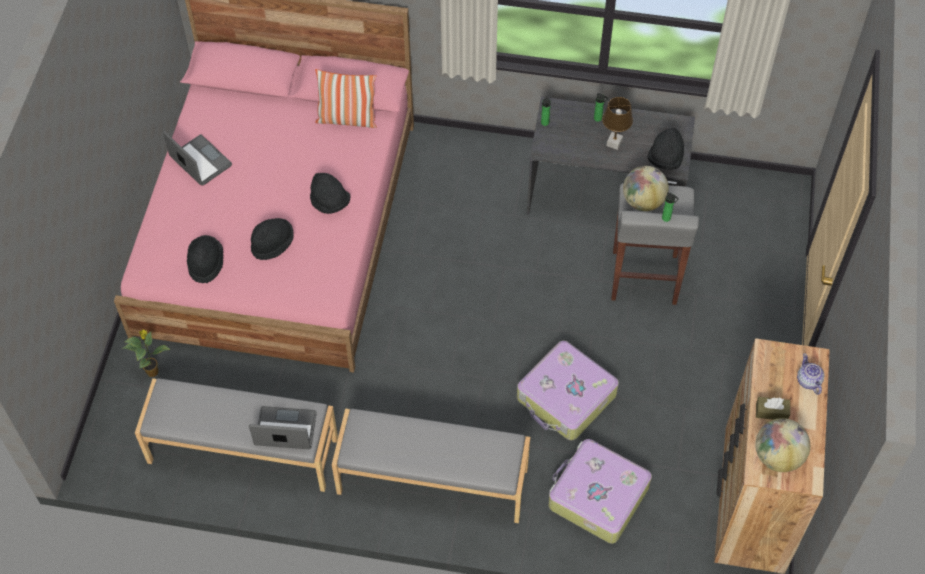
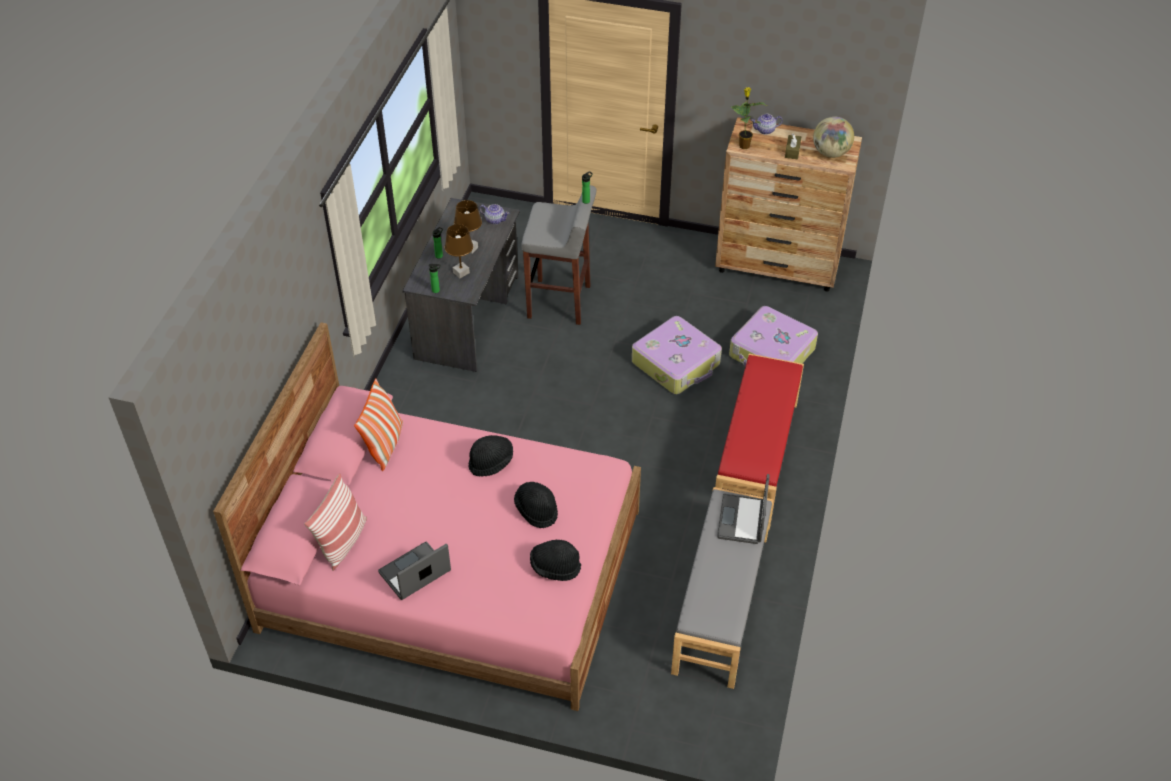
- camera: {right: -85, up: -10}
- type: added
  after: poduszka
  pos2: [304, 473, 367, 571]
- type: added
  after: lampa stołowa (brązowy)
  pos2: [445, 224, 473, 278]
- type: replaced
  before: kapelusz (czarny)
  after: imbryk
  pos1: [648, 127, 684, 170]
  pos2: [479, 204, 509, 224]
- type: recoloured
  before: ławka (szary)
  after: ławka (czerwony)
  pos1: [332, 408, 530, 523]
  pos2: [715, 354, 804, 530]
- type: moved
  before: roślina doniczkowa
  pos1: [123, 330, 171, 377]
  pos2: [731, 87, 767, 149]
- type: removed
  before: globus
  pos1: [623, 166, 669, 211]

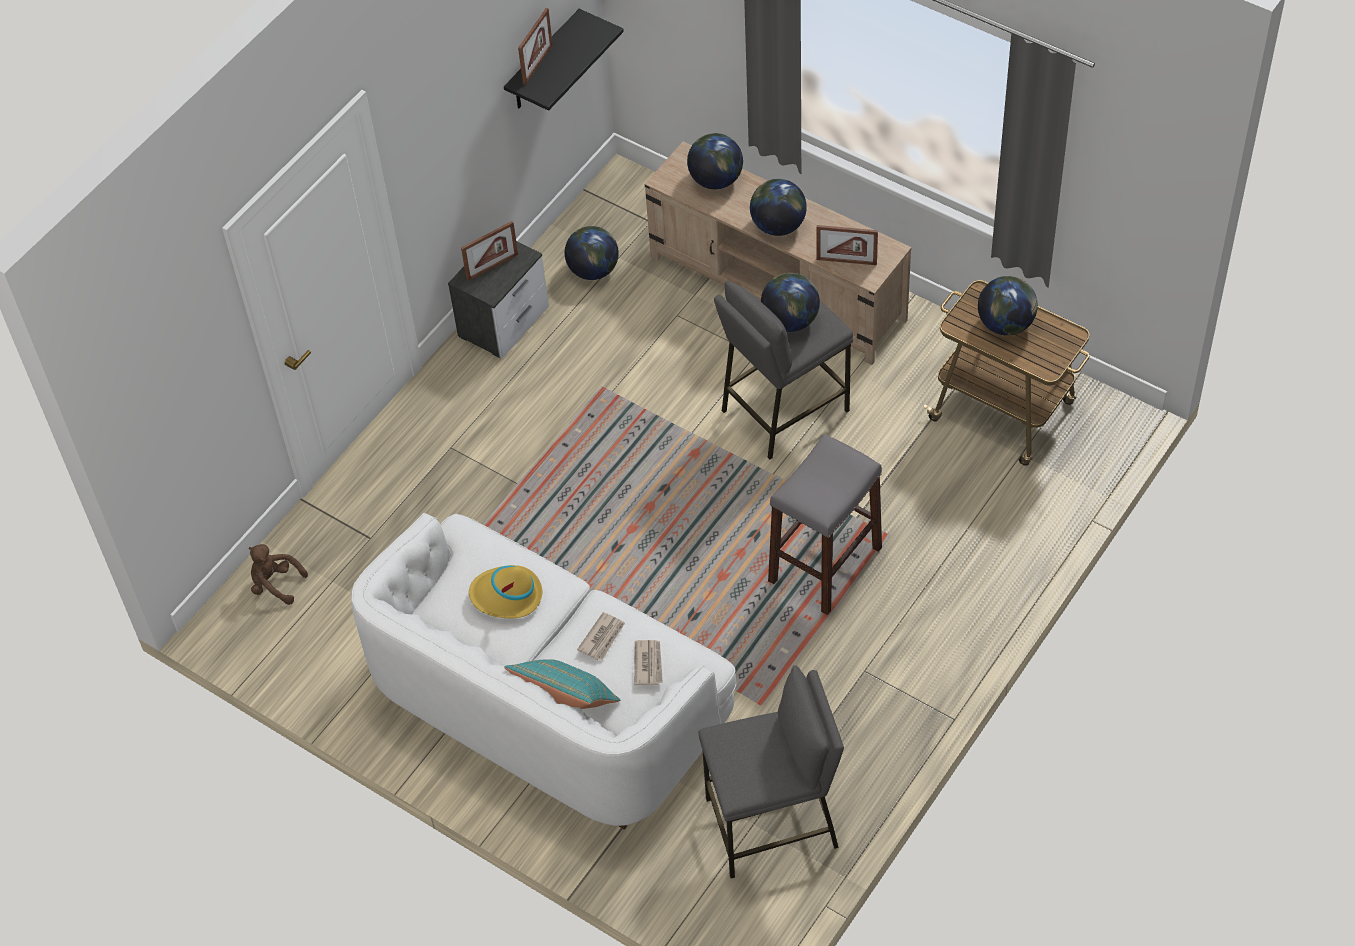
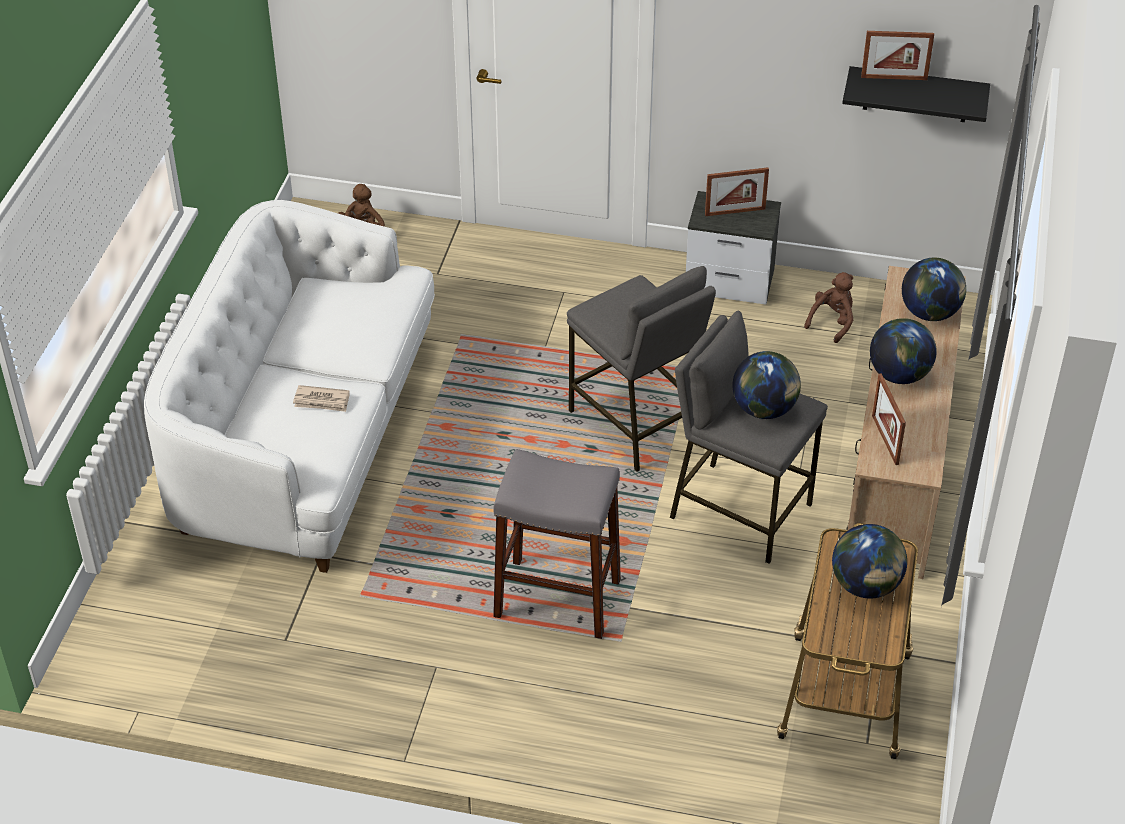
- camera: {right: 65, up: -10}
- type: moved
  before: stołek (szary)
  pos1: [698, 665, 844, 878]
  pos2: [567, 266, 716, 472]
- type: turned
  before: ramka na zdjęcie
  pos1: [461, 221, 518, 281]
  pos2: [705, 167, 769, 216]
  turn: -45
- type: replaced
  before: globus
  after: pluszak (brązowy)
  pos1: [565, 226, 619, 280]
  pos2: [804, 272, 853, 343]
- type: removed
  before: kapelusz (żółty)
  pos1: [469, 565, 542, 618]
- type: removed
  before: poduszka (turkusowy)
  pos1: [504, 659, 621, 709]
- type: removed
  before: gazeta
  pos1: [634, 640, 663, 685]

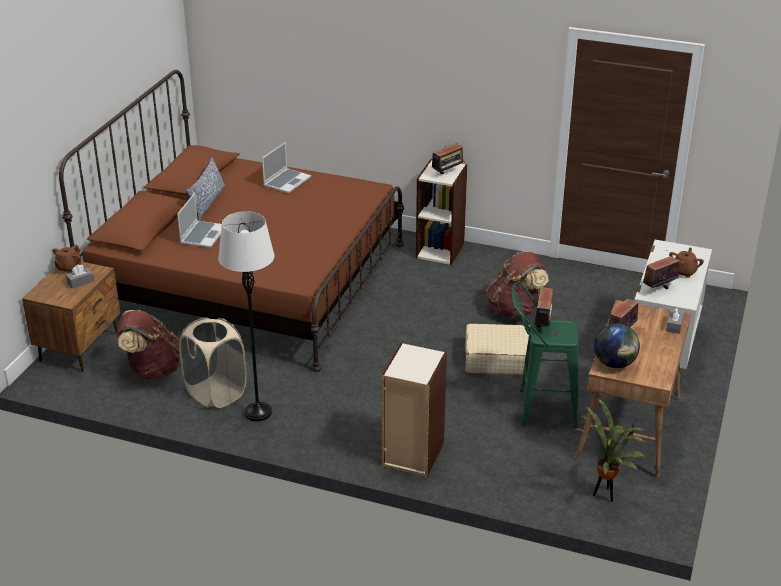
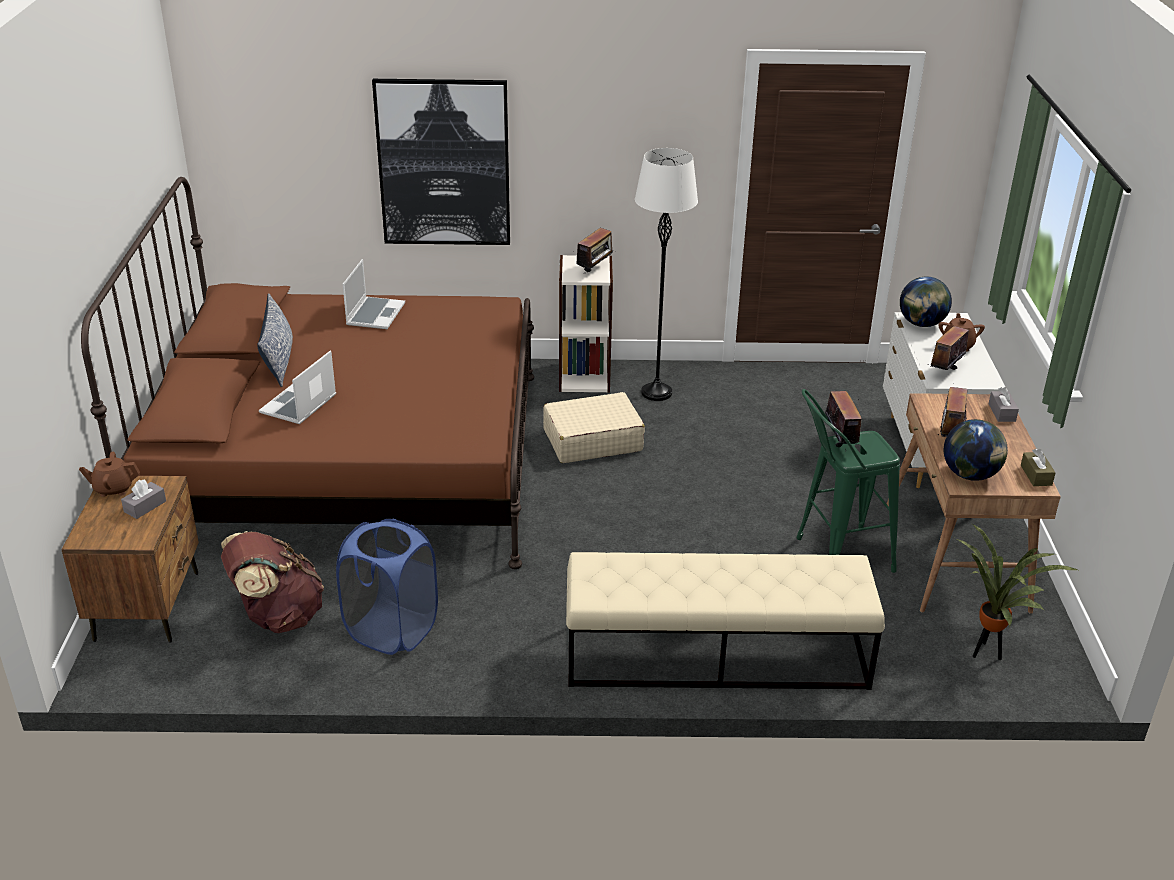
- camera: {right: -20, up: 0}
- type: turned
  before: imbryk (brązowy)
  pos1: [53, 244, 81, 273]
  pos2: [79, 452, 140, 497]
  turn: 75
- type: turned
  before: laptop
  pos1: [177, 193, 222, 248]
  pos2: [259, 350, 336, 424]
  turn: -150
- type: recoloured
  before: kosz na pranie (beżowy)
  after: kosz na pranie (niebieski)
  pos1: [179, 317, 247, 408]
  pos2: [336, 519, 438, 655]
- type: added
  after: obraz
  pos2: [372, 79, 510, 245]
- type: moved
  before: walizka (beżowy)
  pos1: [465, 324, 530, 375]
  pos2: [543, 392, 645, 463]
- type: replaced
  before: regał
  after: ławka (beżowy)
  pos1: [382, 343, 447, 477]
  pos2: [566, 552, 885, 690]
- type: moved
  before: lampa stojąca (biały)
  pos1: [218, 211, 274, 421]
  pos2: [635, 148, 698, 401]
- type: added
  after: globus
  pos2: [900, 276, 952, 327]
- type: added
  after: pudełko chusteczek (brązowy)
  pos2: [1021, 449, 1056, 486]
- type: removed
  before: plecak (brązowy)
  pos1: [486, 251, 549, 318]

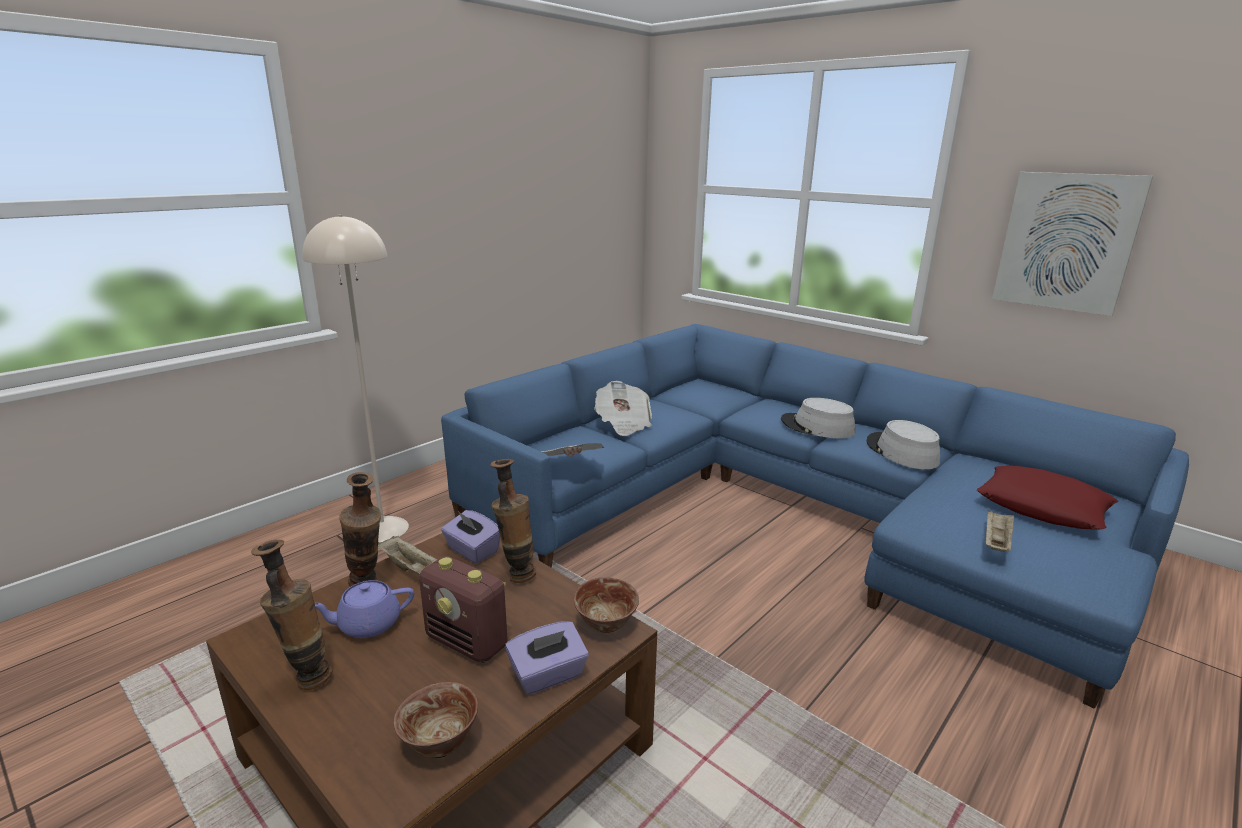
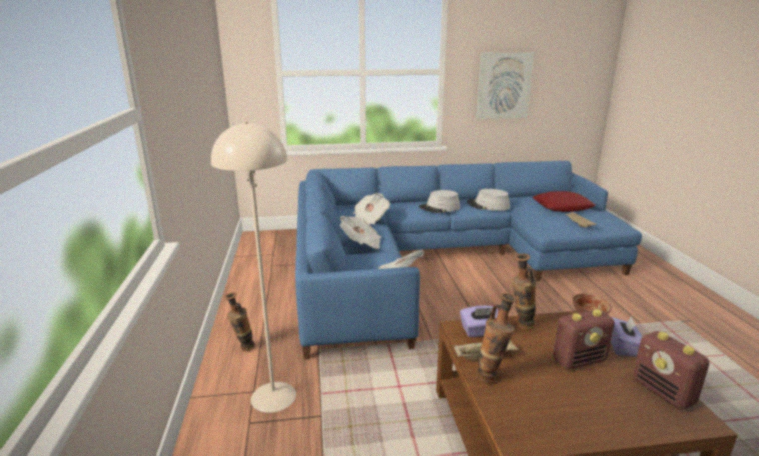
- camera: {right: -50, up: 0}
- type: moved
  before: wazon
  pos1: [251, 540, 333, 690]
  pos2: [225, 292, 255, 351]
- type: added
  after: gazeta
  pos2: [353, 193, 390, 225]
- type: replaced
  before: miska
  after: radio
  pos1: [394, 682, 478, 758]
  pos2: [633, 331, 709, 410]
- type: removed
  before: imbryk (fioletowy)
  pos1: [315, 580, 414, 638]

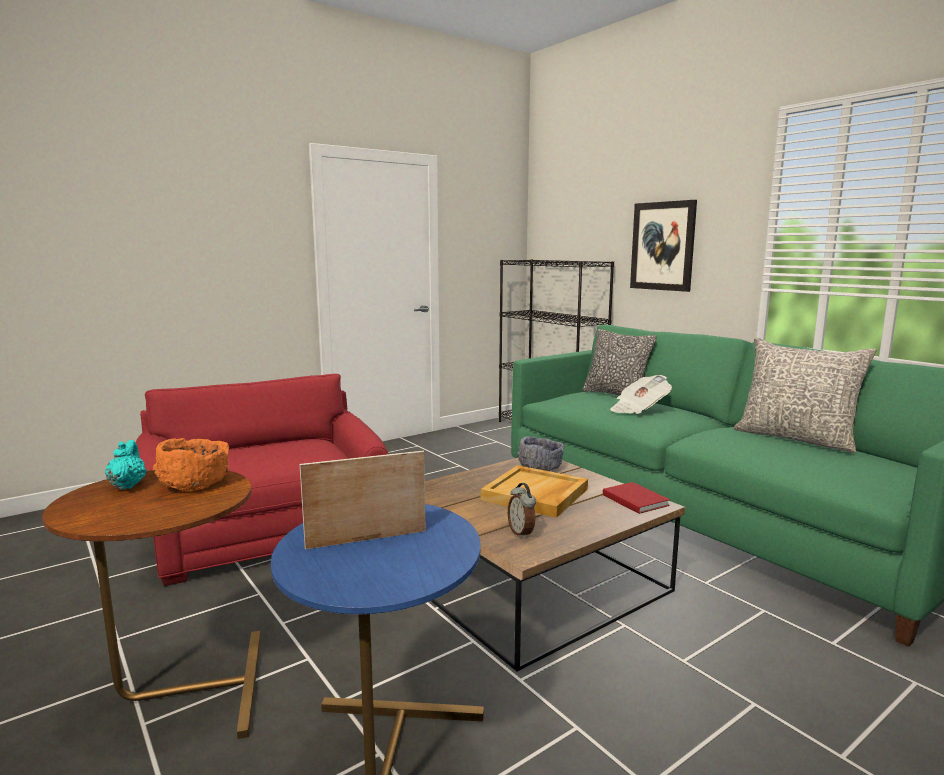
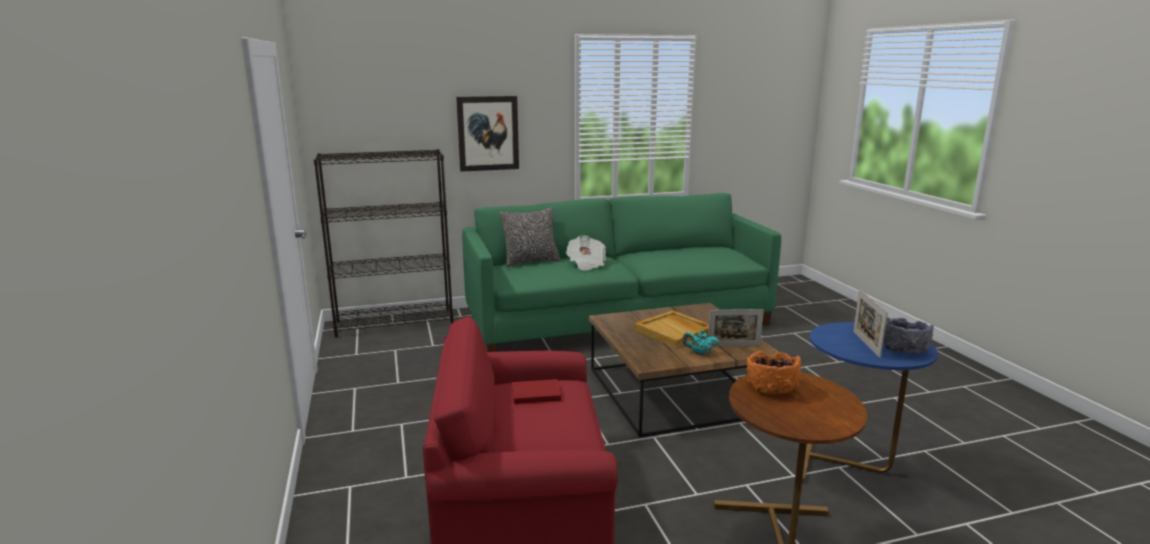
- camera: {right: -70, up: 5}
- type: moved
  before: książka (czerwony)
  pos1: [603, 482, 670, 514]
  pos2: [512, 379, 561, 404]
- type: moved
  before: imbryk (turkusowy)
  pos1: [105, 440, 147, 490]
  pos2: [682, 330, 720, 355]
- type: replaced
  before: budzik
  after: ramka na zdjęcie
  pos1: [508, 483, 536, 539]
  pos2: [708, 309, 764, 346]
- type: moved
  before: miska (szary)
  pos1: [517, 436, 564, 471]
  pos2: [883, 318, 934, 354]
- type: removed
  before: poduszka (szary)
  pos1: [733, 337, 877, 453]

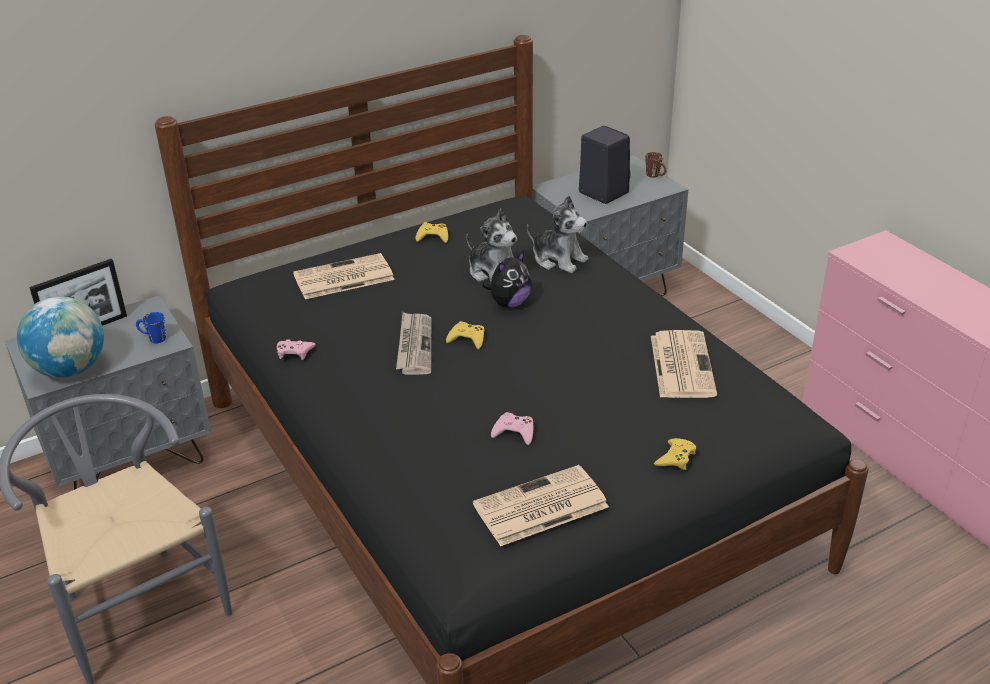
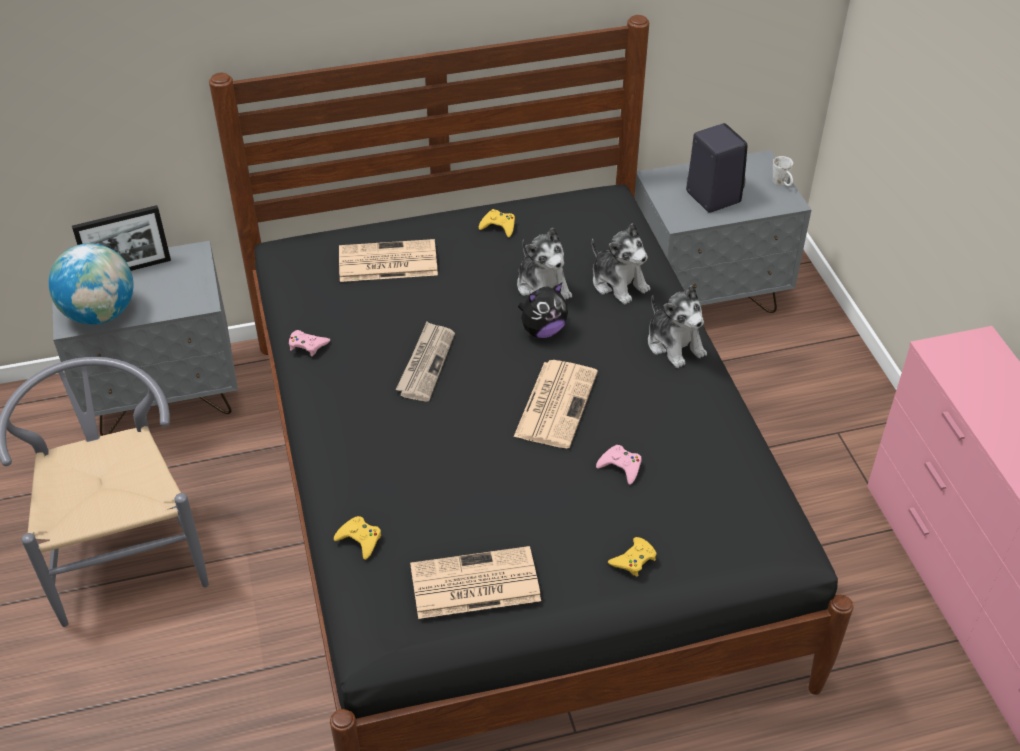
- camera: {right: 15, up: 10}
- type: moved
  before: pad do gier (żółty)
  pos1: [446, 321, 484, 349]
  pos2: [334, 516, 381, 560]
- type: moved
  before: gazeta
  pos1: [651, 330, 717, 398]
  pos2: [514, 360, 598, 448]
- type: moved
  before: pad do gier (różowy)
  pos1: [491, 412, 533, 445]
  pos2: [596, 445, 642, 485]
- type: added
  after: pluszak
  pos2: [648, 285, 707, 368]
- type: recoloured
  before: kubek (brązowy)
  after: kubek (biały)
  pos1: [645, 152, 666, 177]
  pos2: [772, 156, 793, 186]
- type: removed
  before: kubek (niebieski)
  pos1: [136, 312, 166, 344]

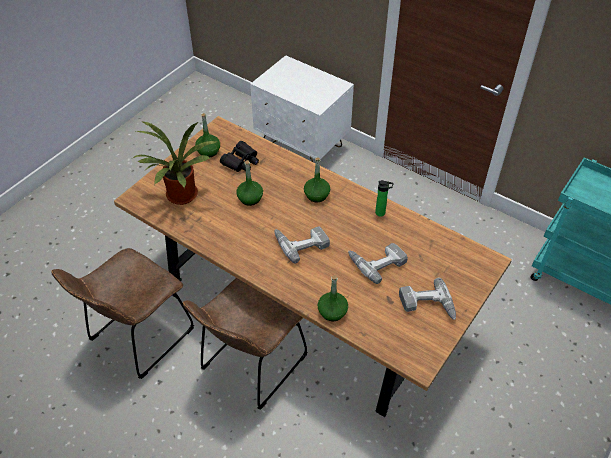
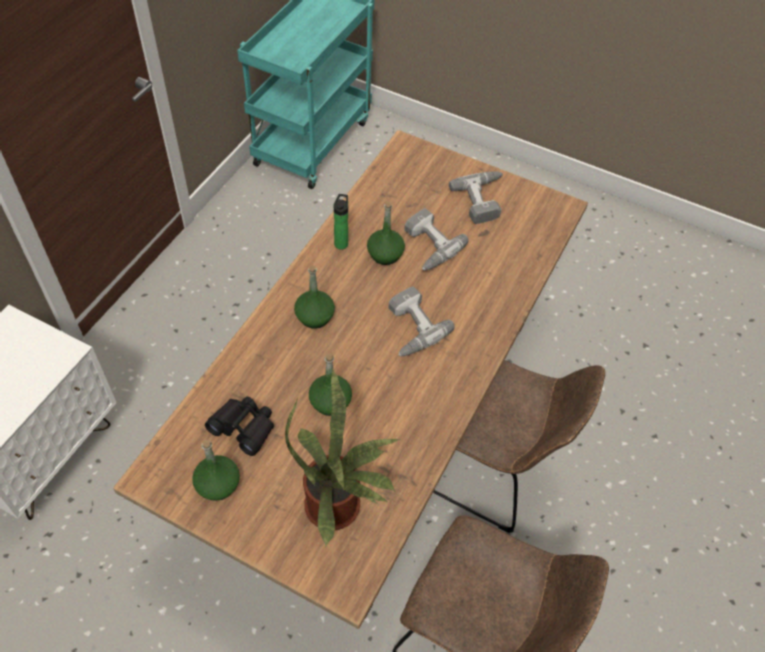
- camera: {right: -100, up: 5}
- type: moved
  before: butelka (zielony)
  pos1: [318, 275, 348, 321]
  pos2: [367, 202, 405, 265]

